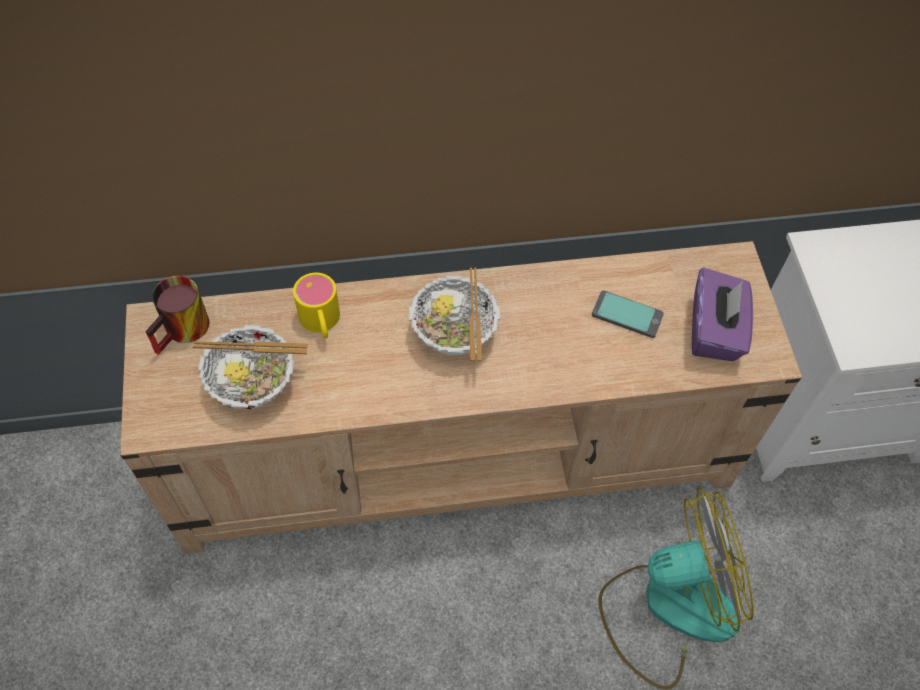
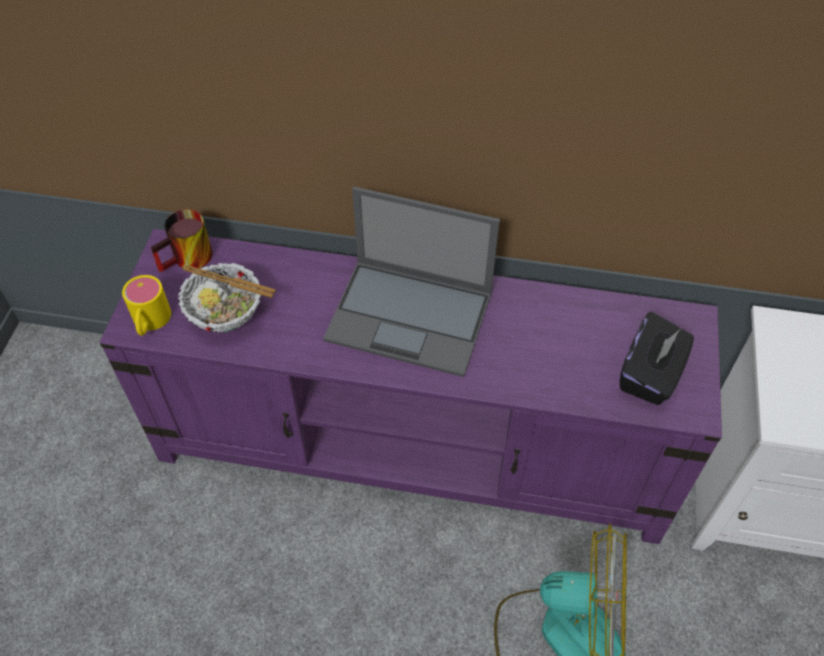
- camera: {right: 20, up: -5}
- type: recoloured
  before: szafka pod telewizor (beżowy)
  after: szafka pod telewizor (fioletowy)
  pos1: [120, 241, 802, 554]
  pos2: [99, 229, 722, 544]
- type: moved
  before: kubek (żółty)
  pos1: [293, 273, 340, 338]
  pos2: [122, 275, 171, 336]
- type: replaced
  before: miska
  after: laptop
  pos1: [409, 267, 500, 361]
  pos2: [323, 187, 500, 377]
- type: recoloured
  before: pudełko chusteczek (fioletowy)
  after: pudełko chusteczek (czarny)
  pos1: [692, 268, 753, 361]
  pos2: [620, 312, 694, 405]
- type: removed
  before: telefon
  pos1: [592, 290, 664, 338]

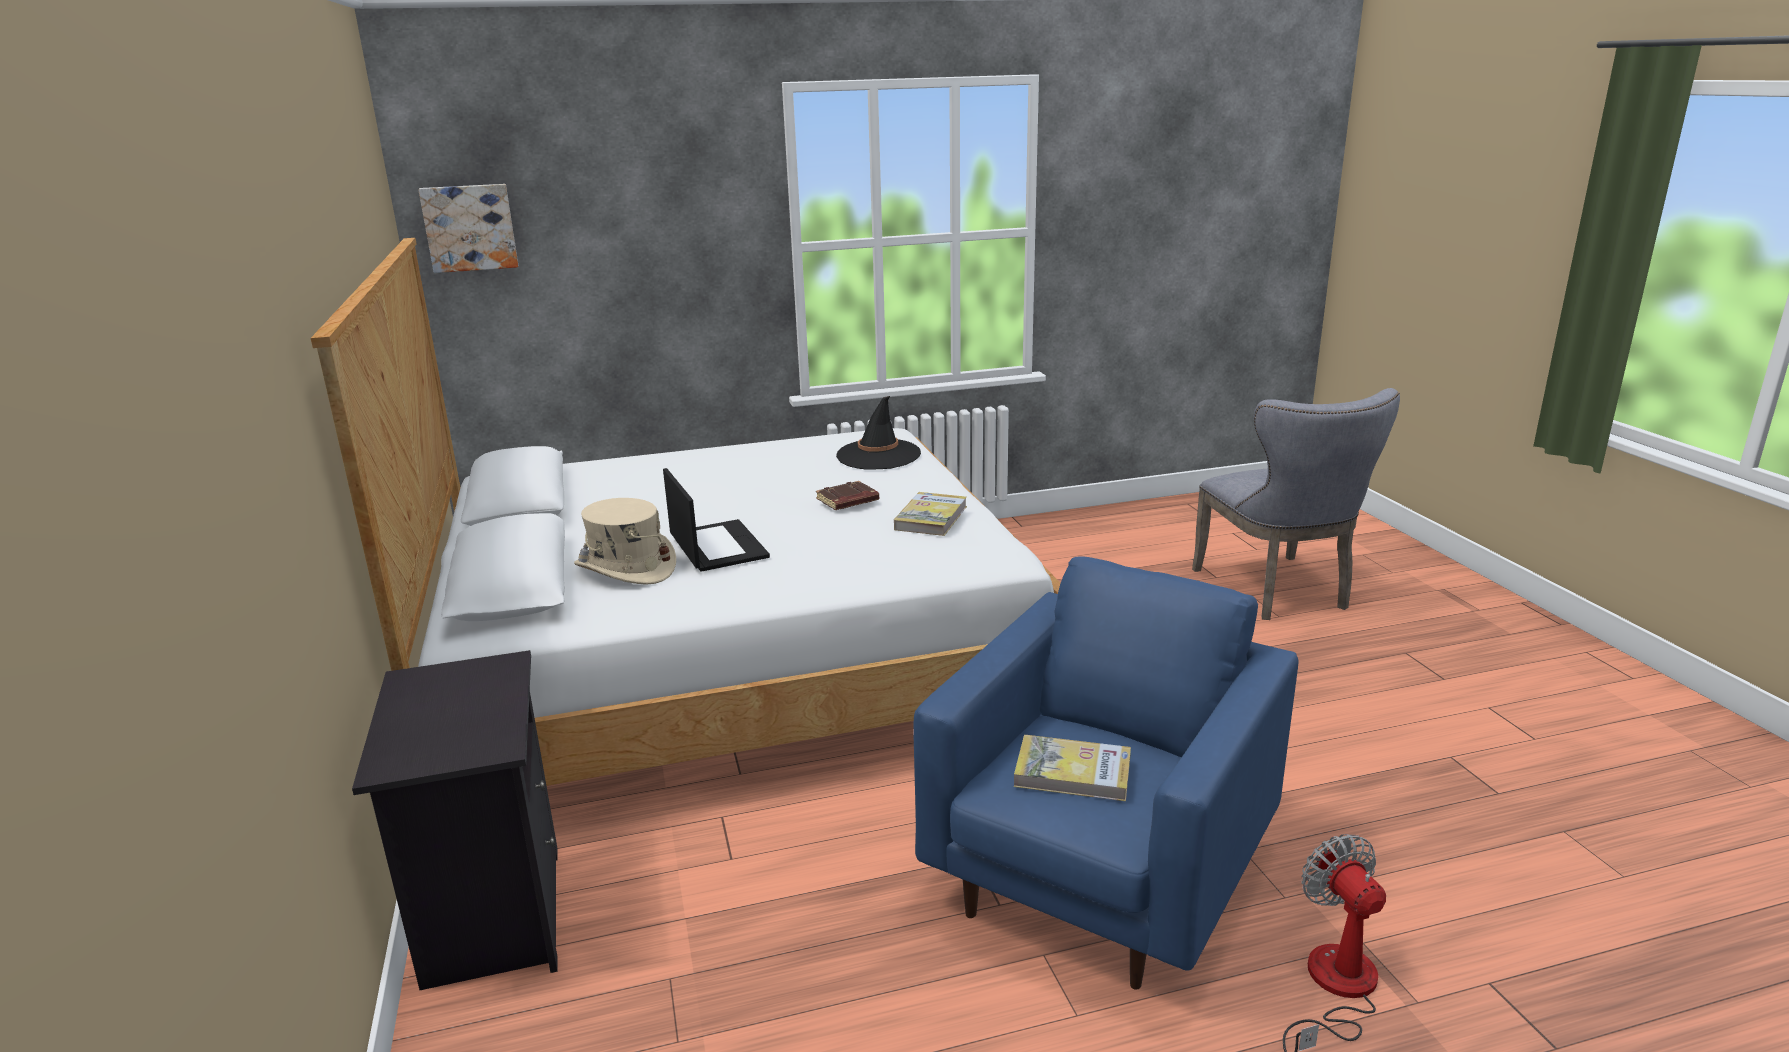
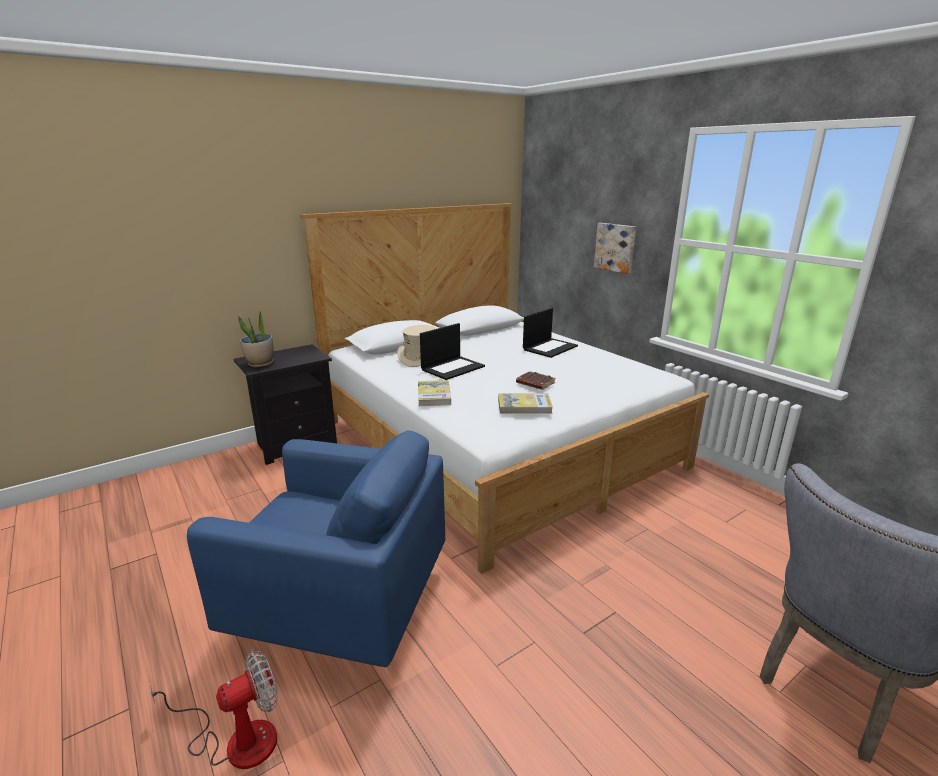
- camera: {right: 70, up: 0}
- type: added
  after: roślina doniczkowa
  pos2: [238, 312, 274, 367]
- type: moved
  before: książka
  pos1: [1014, 735, 1131, 801]
  pos2: [418, 380, 451, 406]
- type: added
  after: laptop
  pos2: [523, 308, 578, 358]
- type: moved
  before: obraz
  pos1: [418, 184, 518, 273]
  pos2: [594, 223, 636, 274]
- type: removed
  before: kapelusz (czarny)
  pos1: [836, 396, 921, 469]

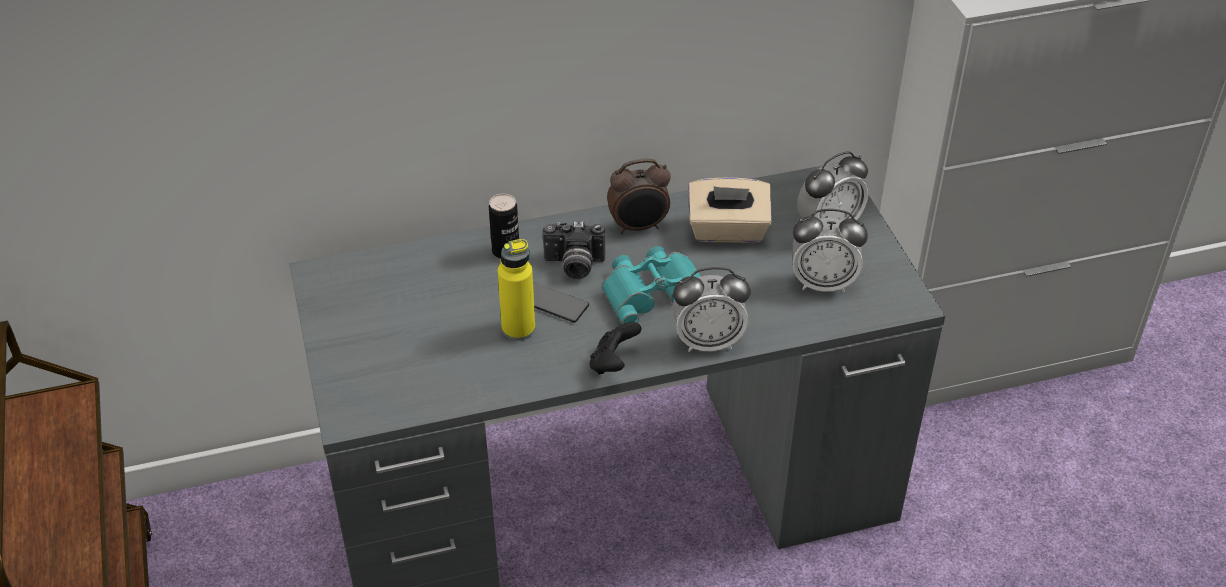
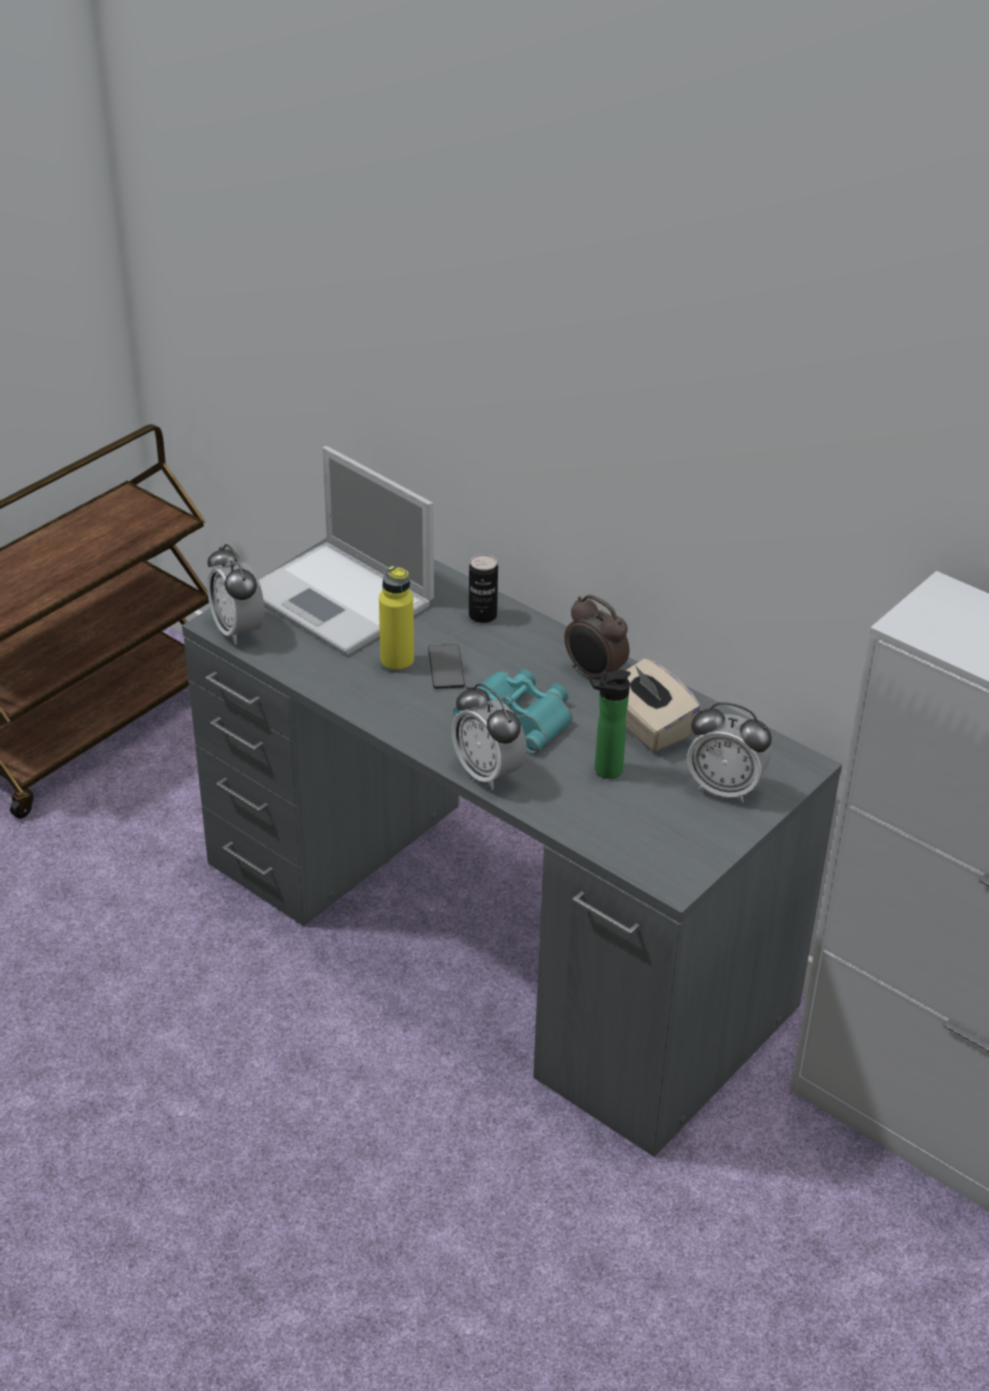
- camera: {right: 55, up: -5}
- type: moved
  before: budzik
  pos1: [793, 209, 868, 293]
  pos2: [207, 544, 265, 645]
- type: added
  after: laptop
  pos2: [258, 446, 434, 655]
- type: added
  after: butelka
  pos2: [588, 669, 631, 779]
- type: removed
  before: aparat fotograficzny
  pos1: [542, 221, 605, 279]
- type: removed
  before: pad do gier (czarny)
  pos1: [590, 322, 641, 374]

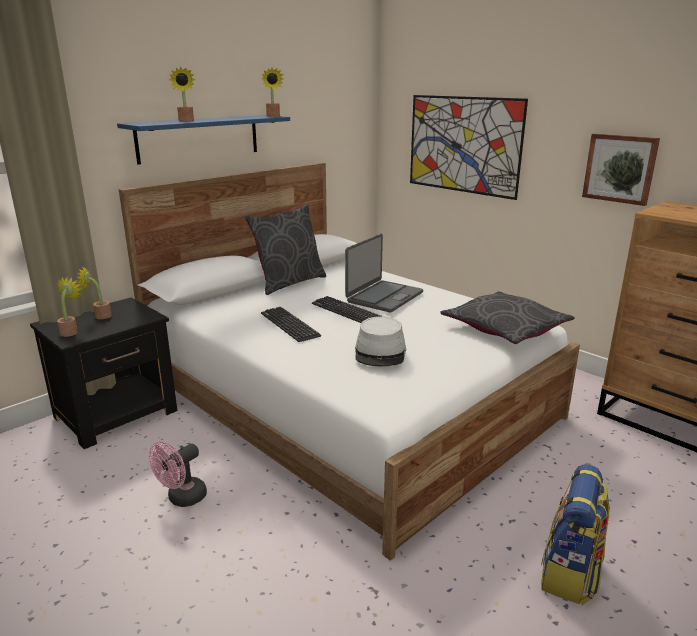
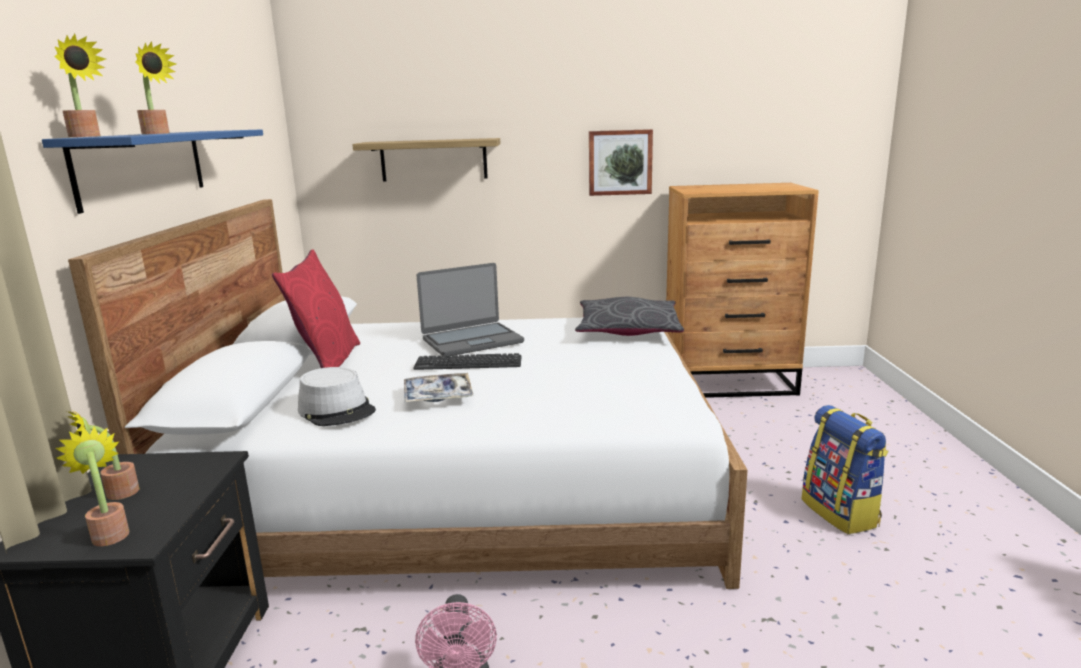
- camera: {right: -45, up: -5}
- type: moved
  before: roślina doniczkowa
  pos1: [262, 68, 284, 117]
  pos2: [54, 34, 106, 137]
- type: recoloured
  before: poduszka (szary)
  after: poduszka (czerwony)
  pos1: [245, 204, 326, 295]
  pos2: [272, 249, 360, 368]
- type: moved
  before: kapelusz (szary)
  pos1: [355, 317, 406, 366]
  pos2: [298, 367, 376, 426]
- type: replaced
  before: obraz
  after: półka
  pos1: [410, 95, 528, 200]
  pos2: [352, 138, 500, 182]
- type: replaced
  before: klawiatura
  after: taca
  pos1: [261, 307, 321, 342]
  pos2: [404, 373, 473, 403]
- type: turned
  before: laptop
  pos1: [345, 234, 423, 312]
  pos2: [417, 263, 524, 356]
  turn: 75

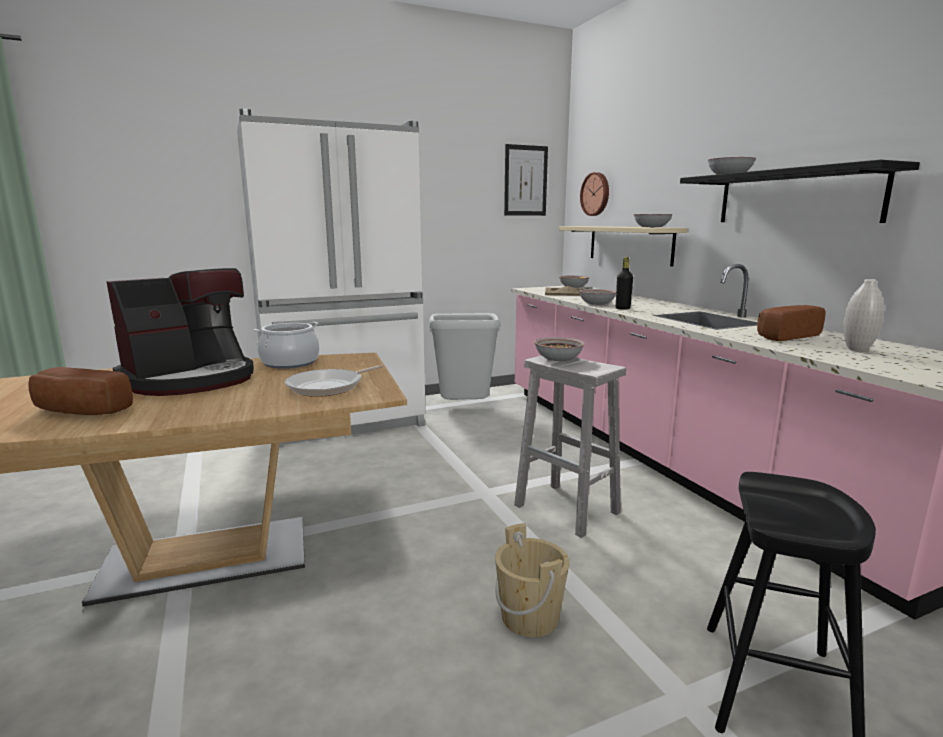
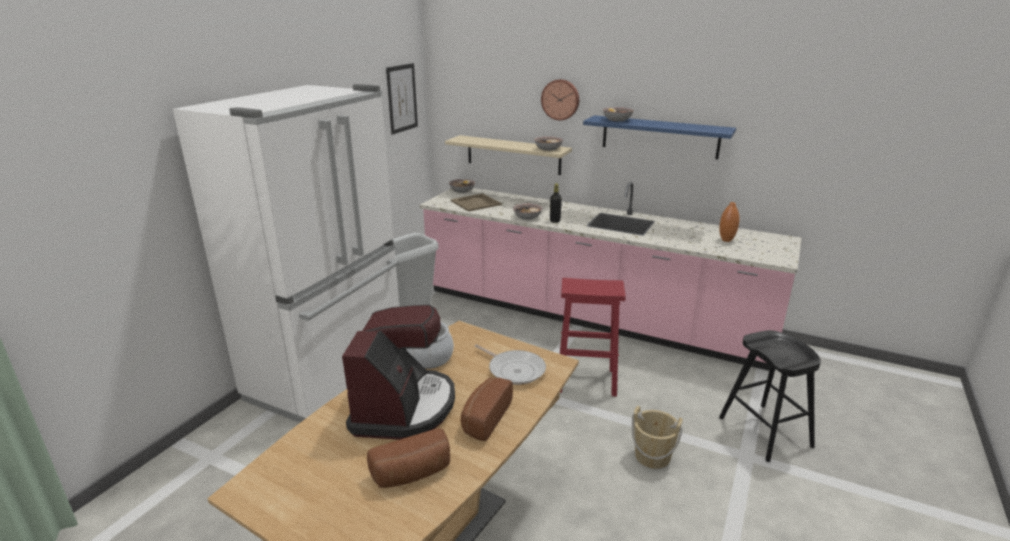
- camera: {right: -40, up: 10}
- type: moved
  before: chleb
  pos1: [757, 305, 826, 341]
  pos2: [461, 377, 513, 441]
- type: turned
  before: patelnia
  pos1: [285, 365, 383, 397]
  pos2: [475, 344, 546, 385]
  turn: -45
- type: moved
  before: zegar ścienny
  pos1: [580, 172, 609, 216]
  pos2: [541, 79, 579, 120]
- type: recoloured
  before: stołek (biały)
  after: stołek (czerwony)
  pos1: [514, 355, 626, 538]
  pos2: [560, 278, 626, 397]
- type: recoloured
  before: półka (czarny)
  after: półka (niebieski)
  pos1: [680, 160, 920, 223]
  pos2: [583, 115, 736, 160]
- type: recoloured
  before: wazon (biały)
  after: wazon (pomarańczowy)
  pos1: [843, 279, 884, 352]
  pos2: [719, 202, 740, 242]
- type: removed
  before: miska
  pos1: [534, 337, 585, 361]

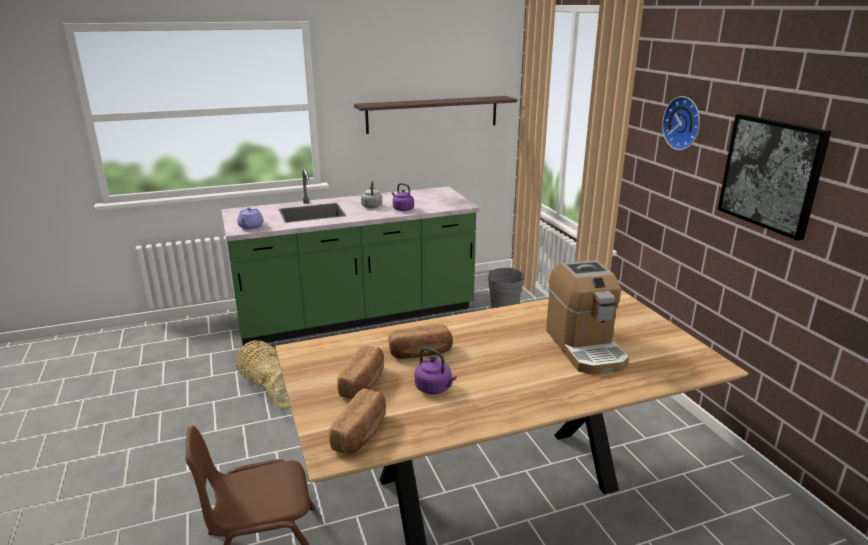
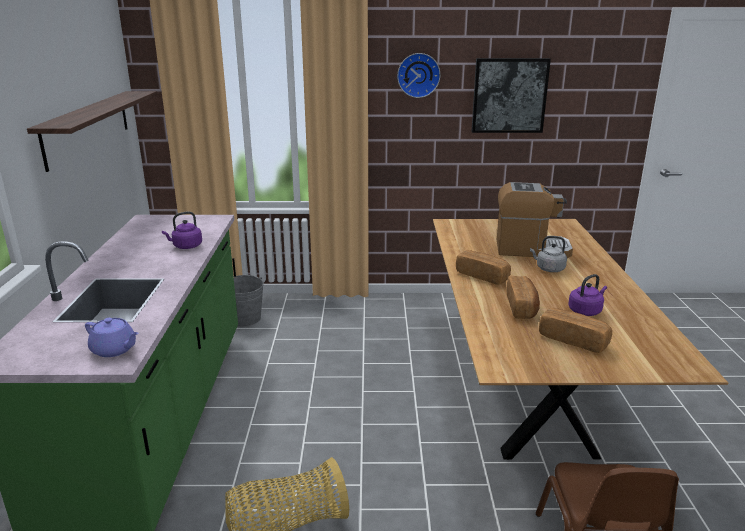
- camera: {right: -70, up: 0}
- type: moved
  before: chleb
  pos1: [329, 389, 386, 454]
  pos2: [456, 250, 511, 285]
- type: moved
  before: czajnik (szary)
  pos1: [361, 180, 382, 208]
  pos2: [530, 236, 567, 272]

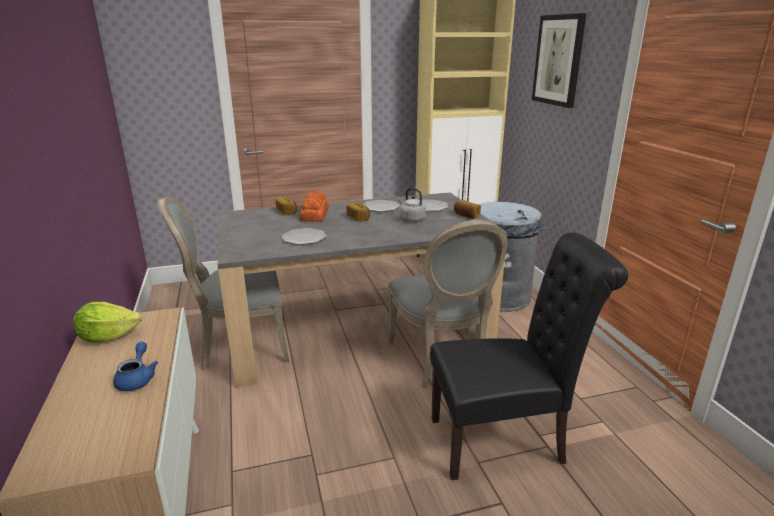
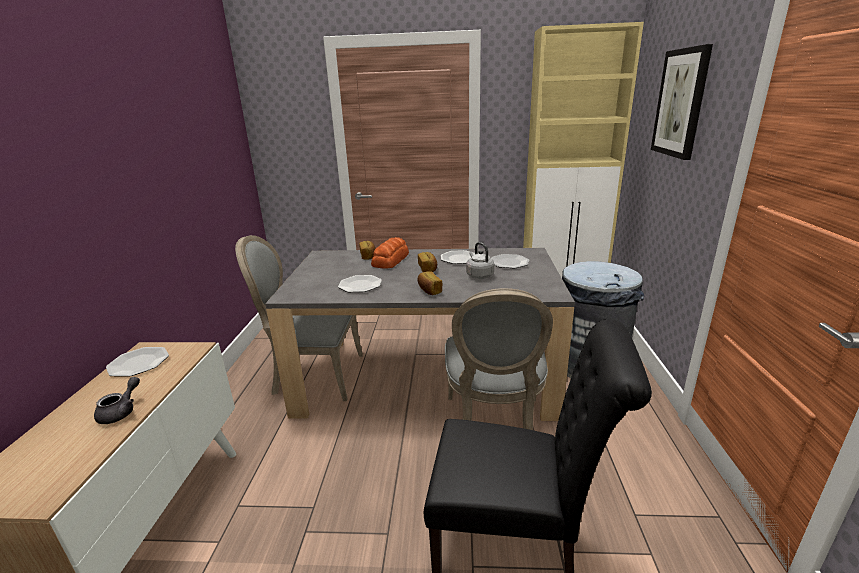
- camera: {right: 20, up: 0}
- type: recoloured
  before: imbryk (niebieski)
  after: imbryk (szary)
  pos1: [113, 342, 158, 391]
  pos2: [94, 377, 140, 424]
- type: replaced
  before: sałata
  after: talerz
  pos1: [73, 302, 142, 343]
  pos2: [106, 347, 169, 377]
- type: moved
  before: chleb
  pos1: [454, 200, 481, 219]
  pos2: [417, 271, 442, 295]

